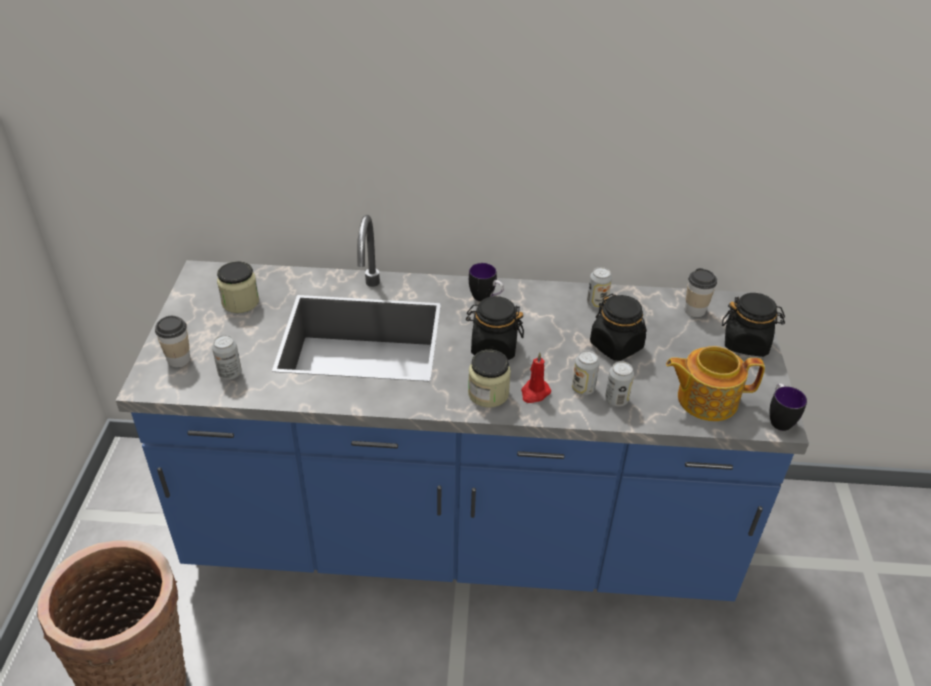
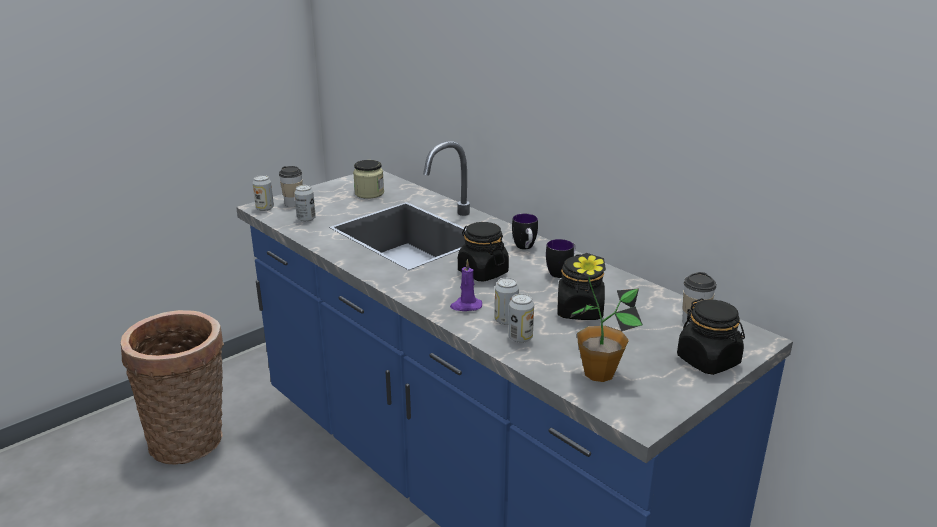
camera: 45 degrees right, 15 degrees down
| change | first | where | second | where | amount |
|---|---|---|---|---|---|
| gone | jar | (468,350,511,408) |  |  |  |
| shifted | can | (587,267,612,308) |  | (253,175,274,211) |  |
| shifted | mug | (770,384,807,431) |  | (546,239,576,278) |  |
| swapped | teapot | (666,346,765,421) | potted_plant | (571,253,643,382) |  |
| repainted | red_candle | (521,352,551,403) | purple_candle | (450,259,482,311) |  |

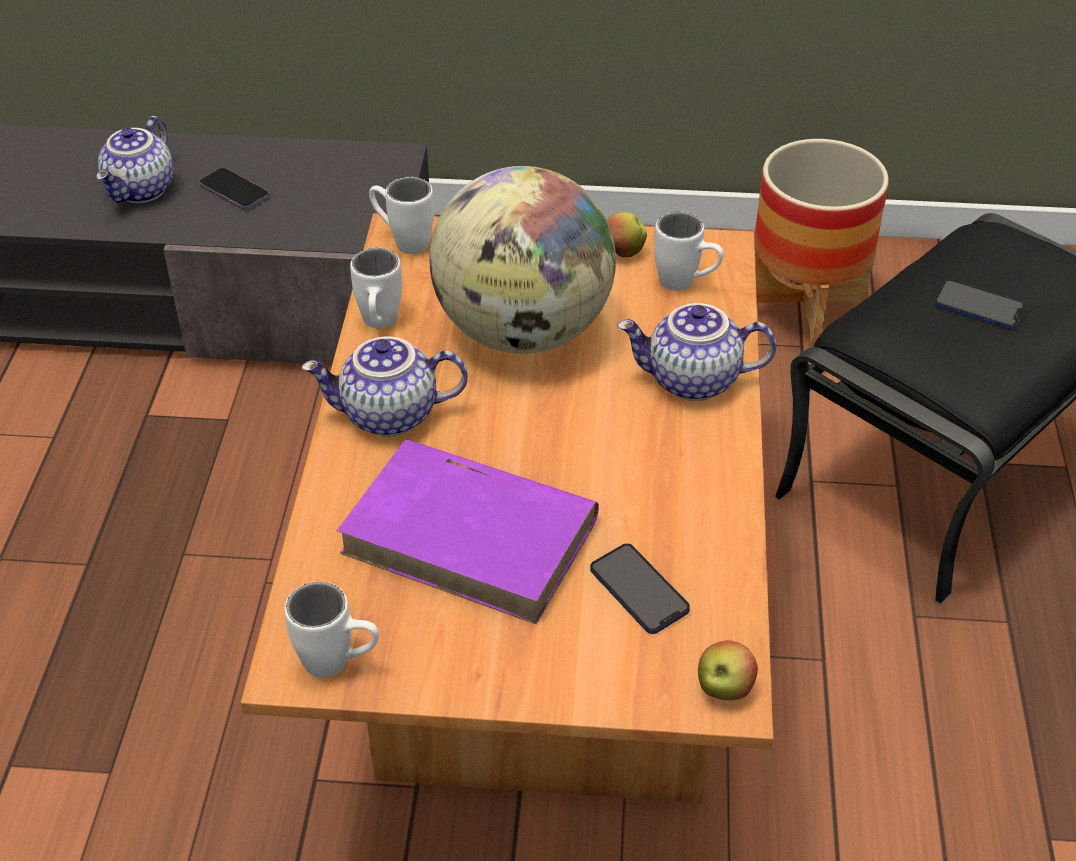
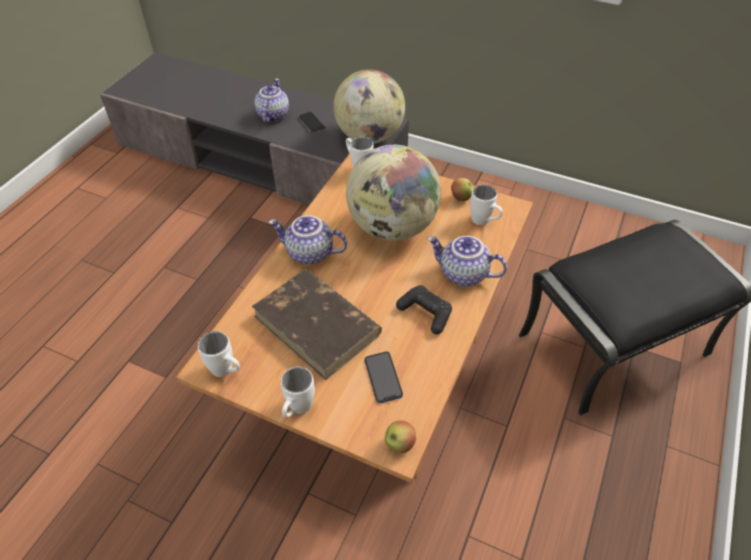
camera: 20 degrees right, 5 degrees up
| change | first | where | second | where | amount |
|---|---|---|---|---|---|
| gone | planter | (754,139,889,348) |  |  |  |
| gone | phone | (934,279,1025,329) |  |  |  |
| new |  |  | globe | (333,69,405,144) |  |
| new |  |  | black_game_controller | (396,285,452,334) |  |
| shifted | white_mug | (350,248,402,329) |  | (281,367,315,417) |  |
| repainted | purple_book | (337,440,599,624) | brown_book | (252,269,382,380) |  |
| rotated | teapot | (96,116,174,203) |  | (254,78,289,122) | 150 degrees clockwise |

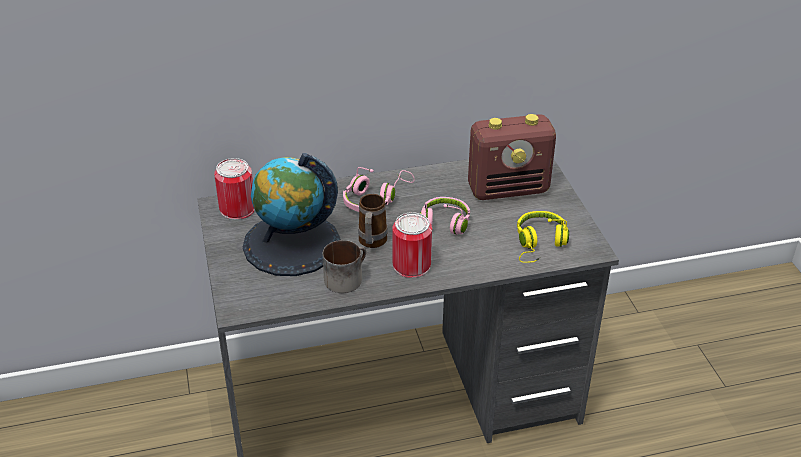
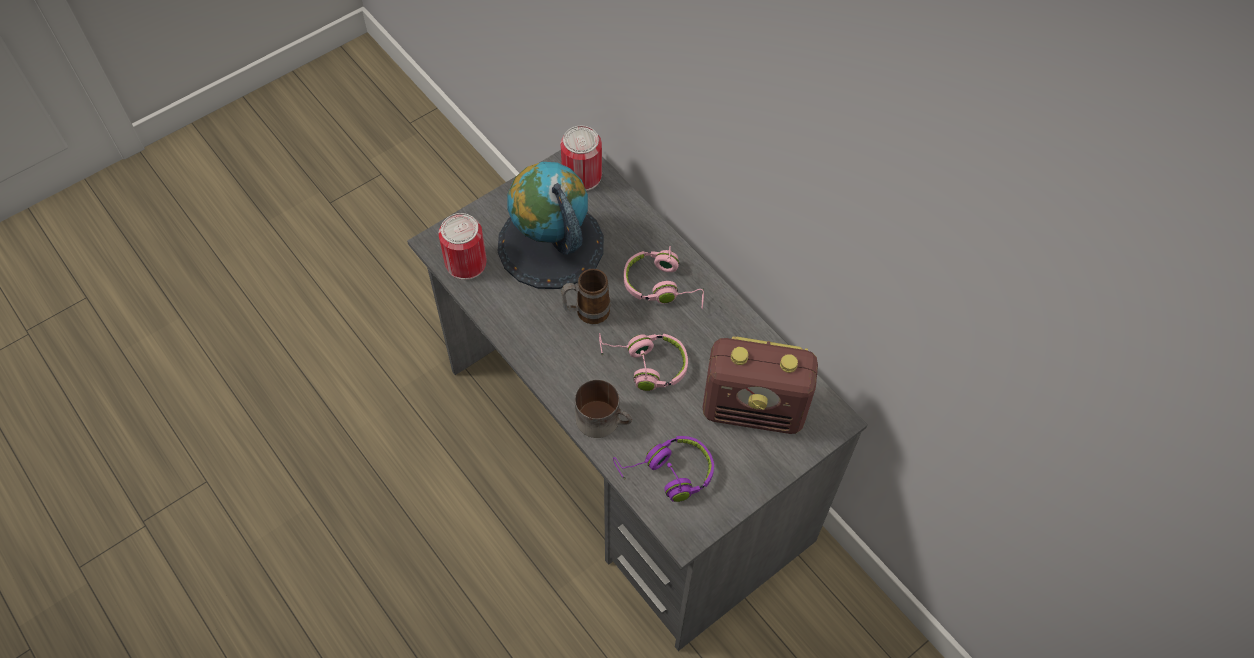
camera: 65 degrees right, 20 degrees up
| change | first | where | second | where | amount |
|---|---|---|---|---|---|
| shifted | mug | (323,240,366,293) |  | (575,380,632,438) |  |
| shifted | can | (392,212,432,278) |  | (439,213,487,280) |  |
| repainted | yellow_headphones | (517,211,569,263) | purple_headphones | (613,436,714,502) |  |
| rotated | radio | (468,114,556,200) |  | (703,336,818,434) | 45 degrees counterclockwise |

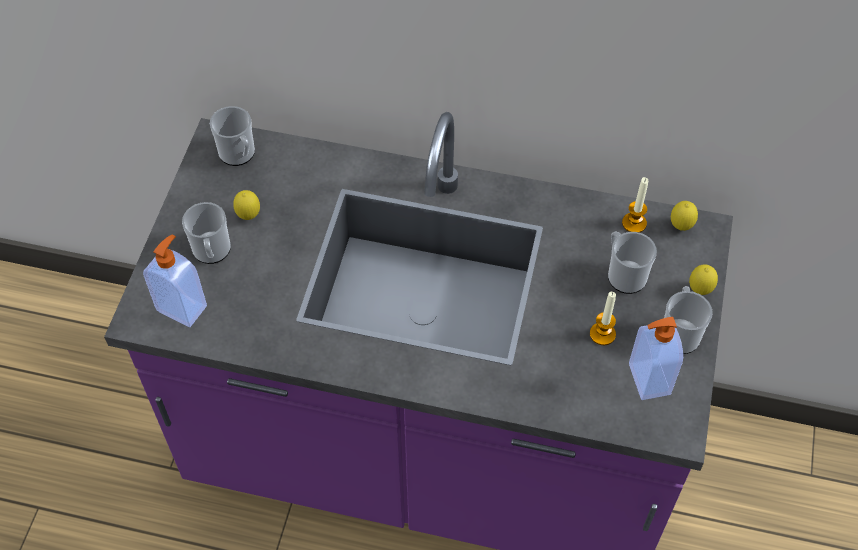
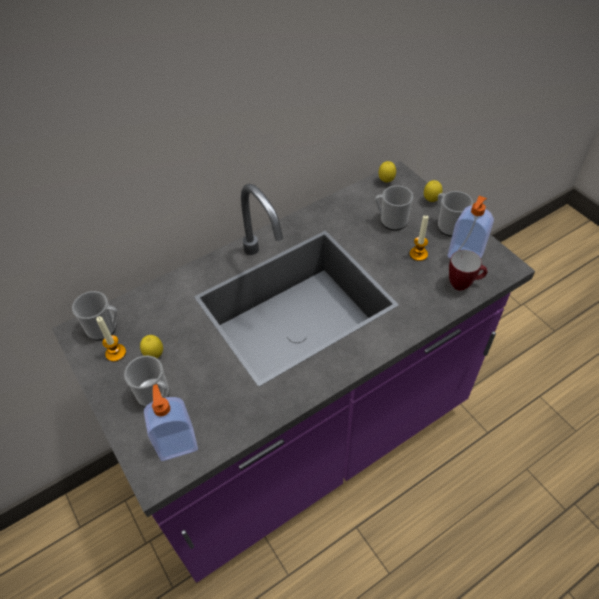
camera: 45 degrees left, 5 degrees down
| change | first | where | second | where | amount |
|---|---|---|---|---|---|
| new |  |  | mug | (449,250,487,291) |  |
| shifted | candle | (622,177,648,233) |  | (96,316,126,362) |  |

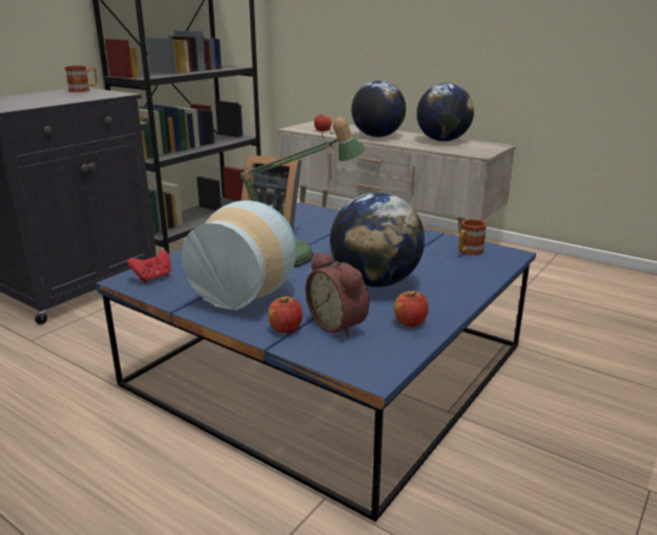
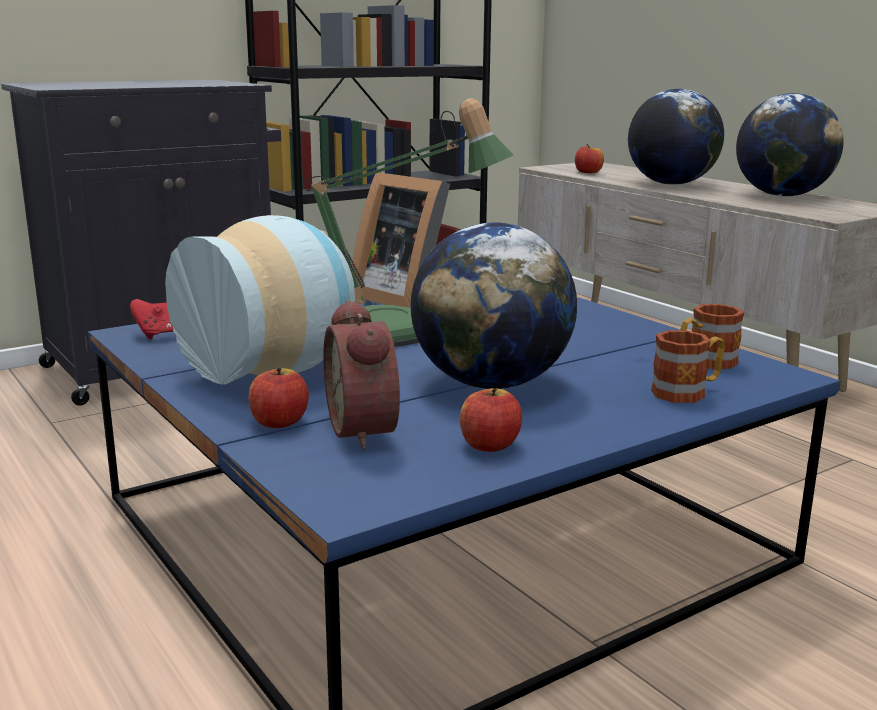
camera: 20 degrees right, 5 degrees down
| change | first | where | second | where | amount |
|---|---|---|---|---|---|
| shifted | mug | (65,65,97,92) |  | (651,330,725,403) |  |

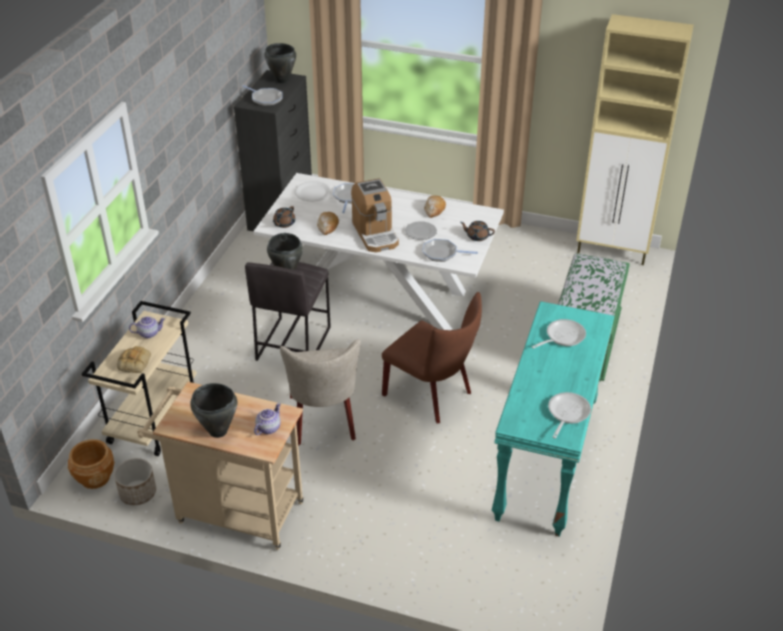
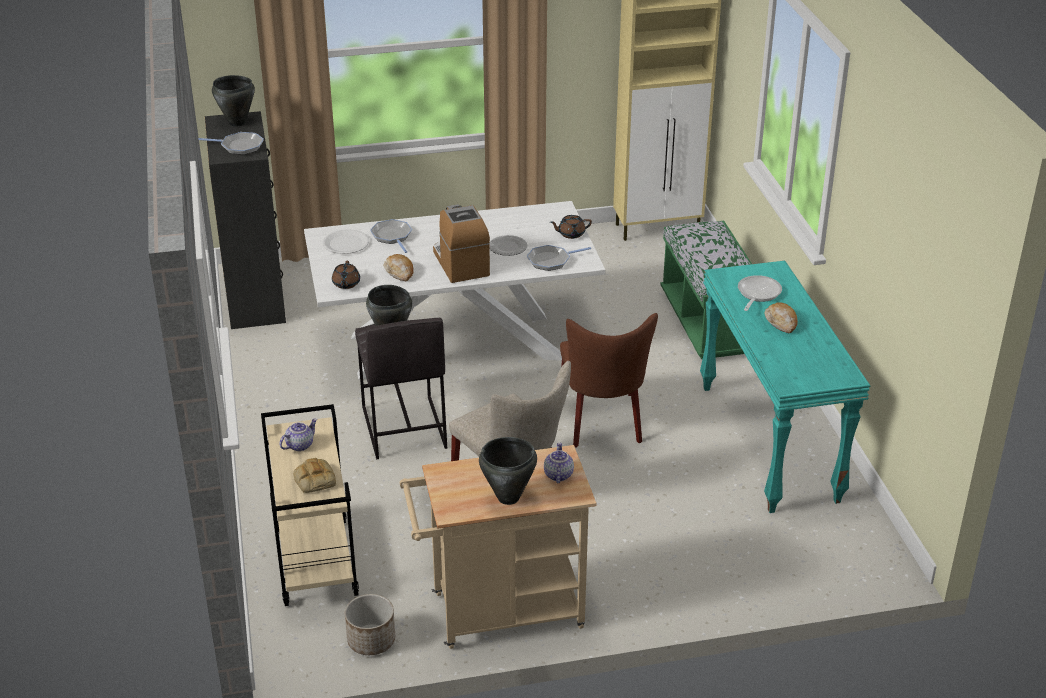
camera: 30 degrees left, 5 degrees down
| change | first | where | second | where | amount |
|---|---|---|---|---|---|
| gone | brown_planter | (68,439,115,489) |  |  |  |
| gone | frying_pan | (548,392,591,439) |  |  |  |
| shifted | bread | (424,196,446,218) |  | (764,302,798,333) |  |
| rotated | coffee_machine | (351,179,399,252) |  | (433,204,490,283) | 150 degrees counterclockwise |
| rotated | brown_chair | (382,292,482,423) |  | (560,313,658,448) | 75 degrees clockwise |

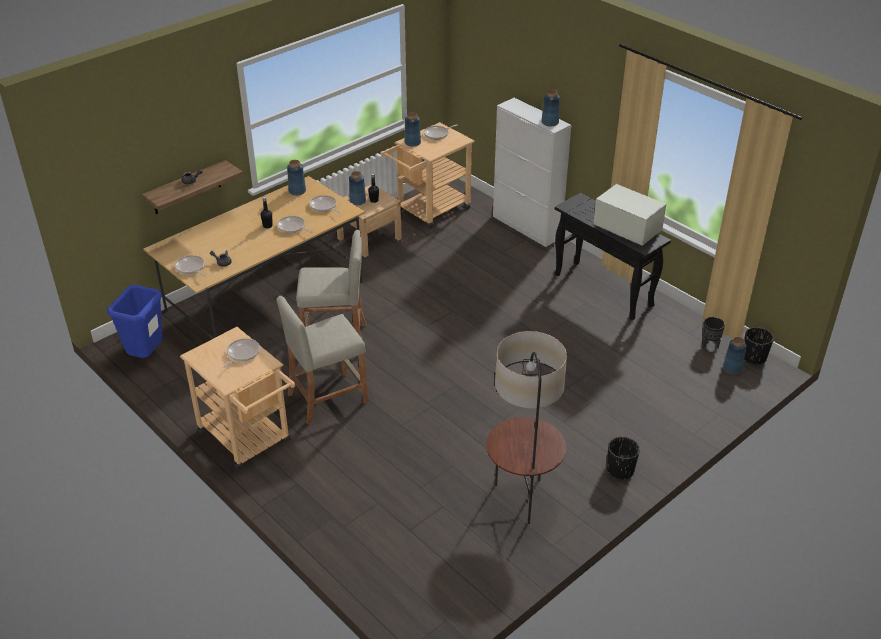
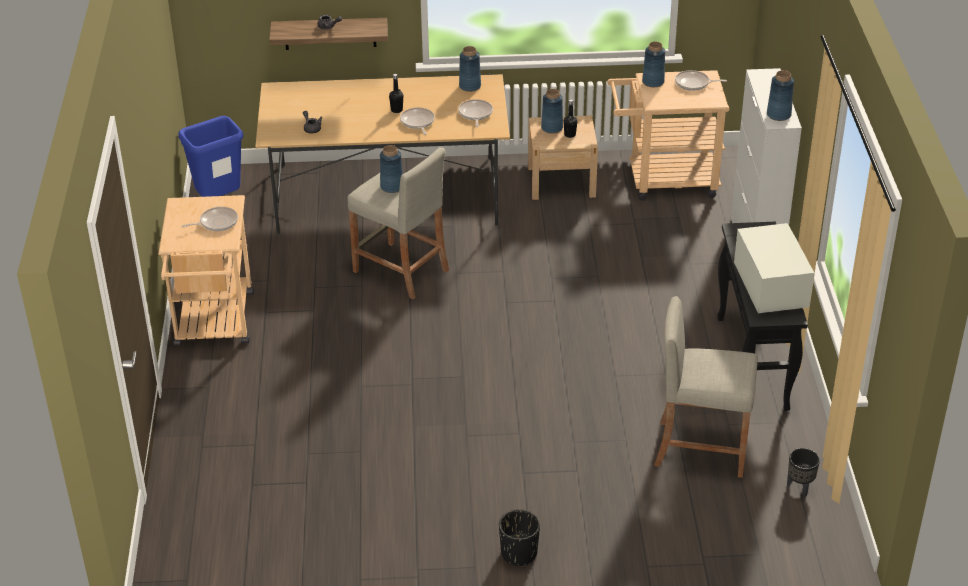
camera: 40 degrees right, 0 degrees up
| change | first | where | second | where | amount |
|---|---|---|---|---|---|
| gone | frying_pan | (175,255,206,277) |  |  |  |
| gone | floor_lamp | (486,331,567,524) |  |  |  |
| gone | black_planter | (744,327,774,364) |  |  |  |
| shifted | beige_stool | (276,296,368,424) |  | (654,296,758,478) |  |
| shifted | blue_vase | (723,337,747,374) |  | (380,145,403,193) |  |

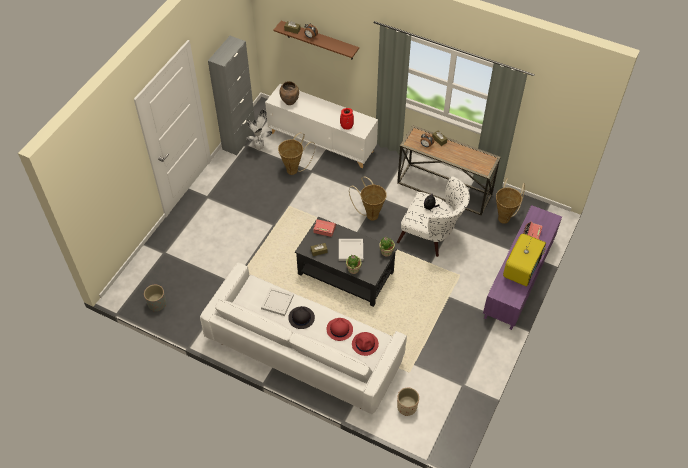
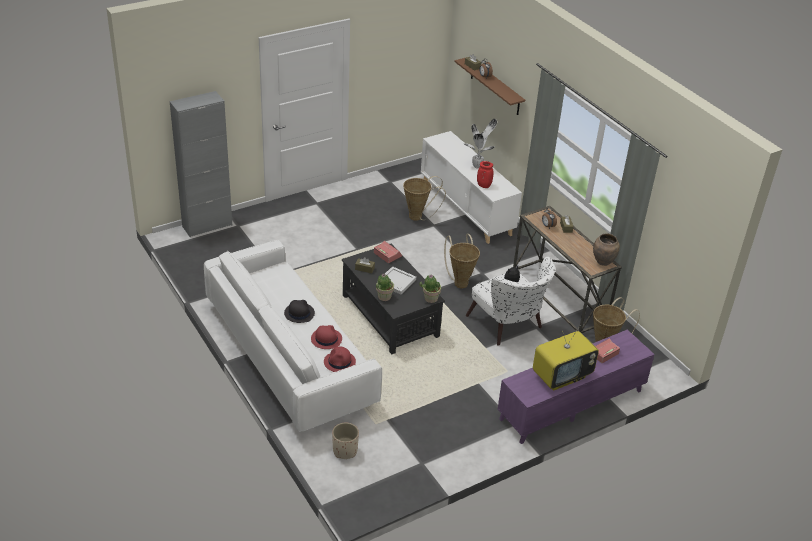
camera: 30 degrees right, 15 degrees down
| change | first | where | second | where | amount |
|---|---|---|---|---|---|
| gone | grey_planter | (144,285,166,311) |  |  |  |
| gone | white_tray | (261,287,294,316) |  |  |  |
| shifted | grey_cabinet | (208,36,255,155) |  | (170,91,232,237) |  |
| shifted | potted_plant | (246,110,272,150) |  | (464,119,497,168) |  |
| shifted | brown_vase | (279,81,299,105) |  | (593,233,620,266) |  |

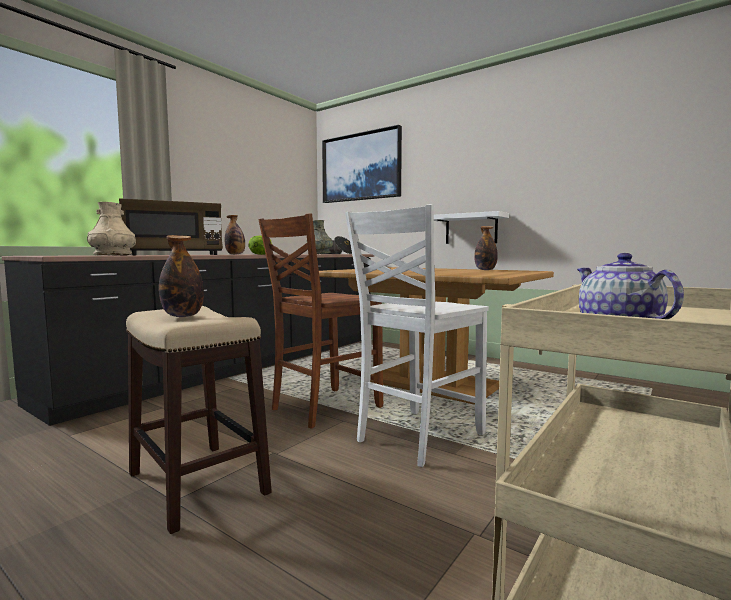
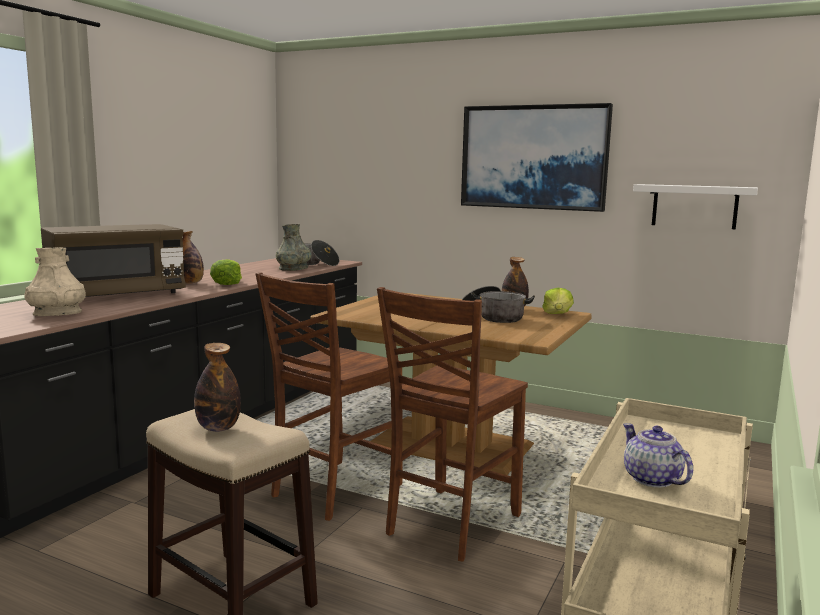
camera: 10 degrees left, 5 degrees up
| change | first | where | second | where | amount |
|---|---|---|---|---|---|
| new |  |  | cooking_pot | (462,286,535,323) |  |
| new |  |  | lettuce | (542,288,574,314) |  |
| shifted | picture | (322,125,402,203) |  | (461,103,613,212) |  |
| shifted | white_shelf | (434,211,509,244) |  | (633,184,758,229) |  |
| repainted | white_chair | (345,204,489,467) | brown_chair | (377,287,528,562) |  |

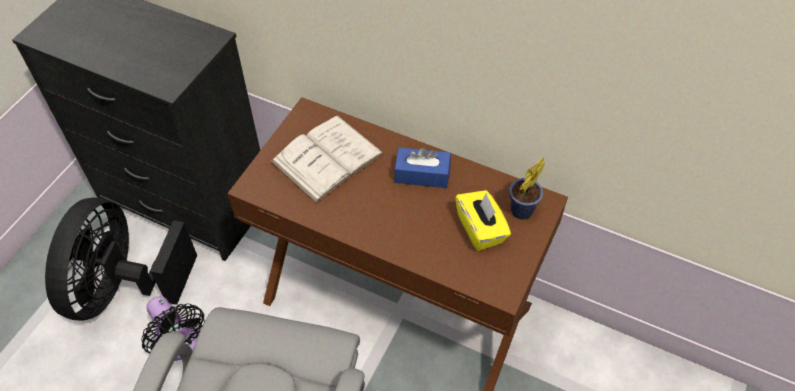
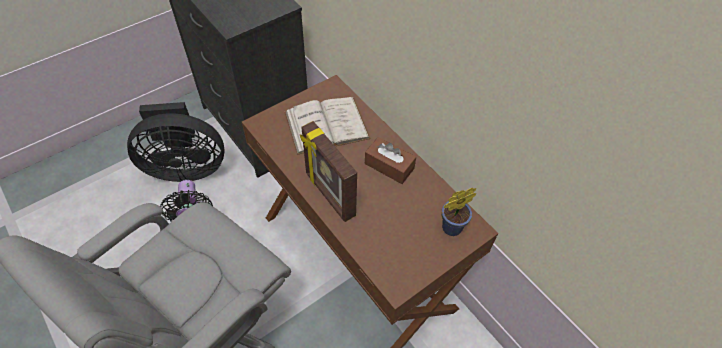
camera: 25 degrees right, 0 degrees up
| change | first | where | second | where | amount |
|---|---|---|---|---|---|
| gone | yellow_tissue_box | (455,190,511,251) |  |  |  |
| new |  |  | picture_frame | (300,121,357,222) |  |
| repainted | blue_tissue_box | (394,147,451,188) | brown_tissue_box | (365,137,416,184) |  |
| rotated | black_fan | (45,198,197,321) |  | (127,102,225,182) | 135 degrees counterclockwise |

